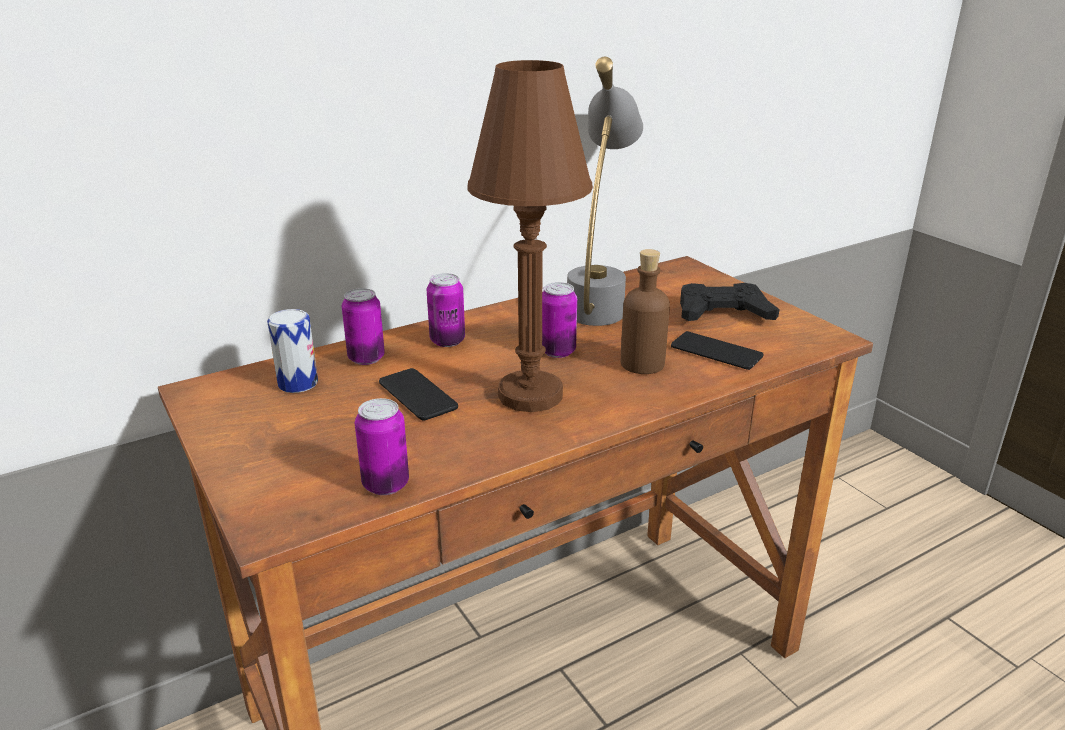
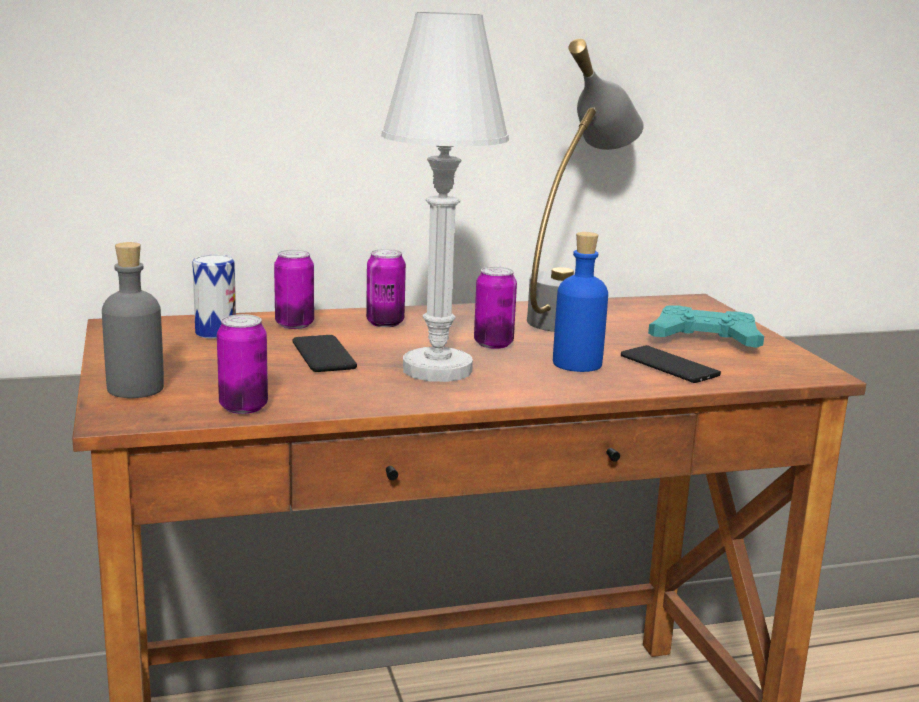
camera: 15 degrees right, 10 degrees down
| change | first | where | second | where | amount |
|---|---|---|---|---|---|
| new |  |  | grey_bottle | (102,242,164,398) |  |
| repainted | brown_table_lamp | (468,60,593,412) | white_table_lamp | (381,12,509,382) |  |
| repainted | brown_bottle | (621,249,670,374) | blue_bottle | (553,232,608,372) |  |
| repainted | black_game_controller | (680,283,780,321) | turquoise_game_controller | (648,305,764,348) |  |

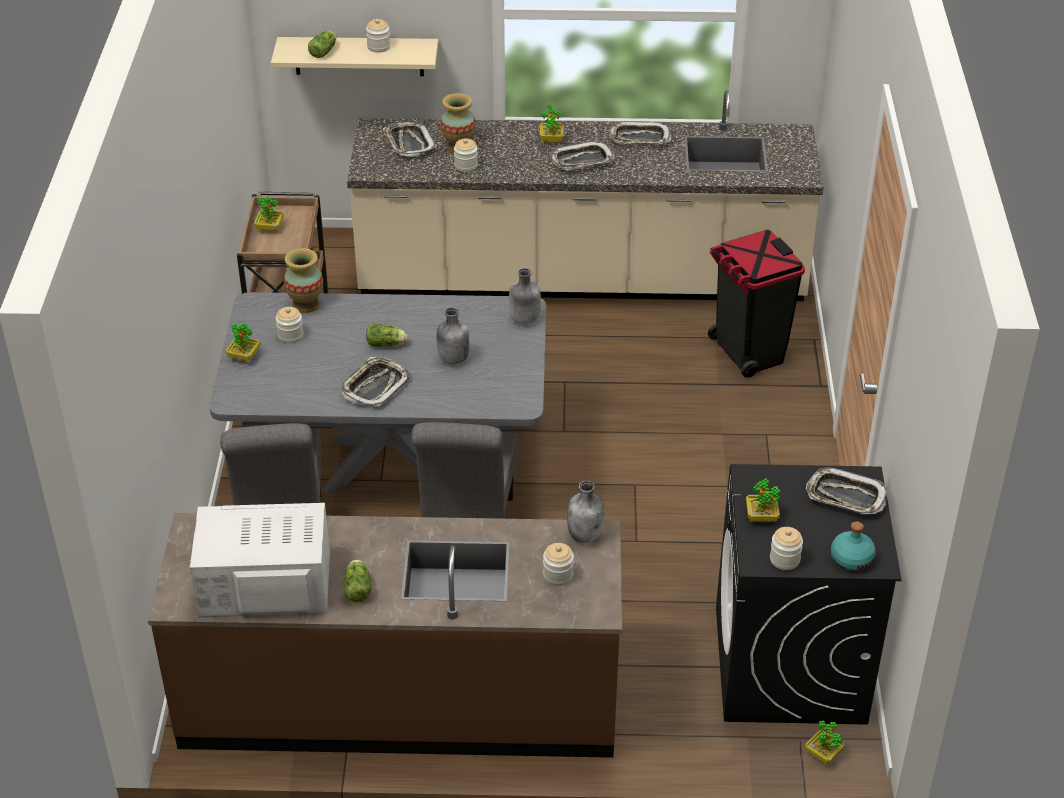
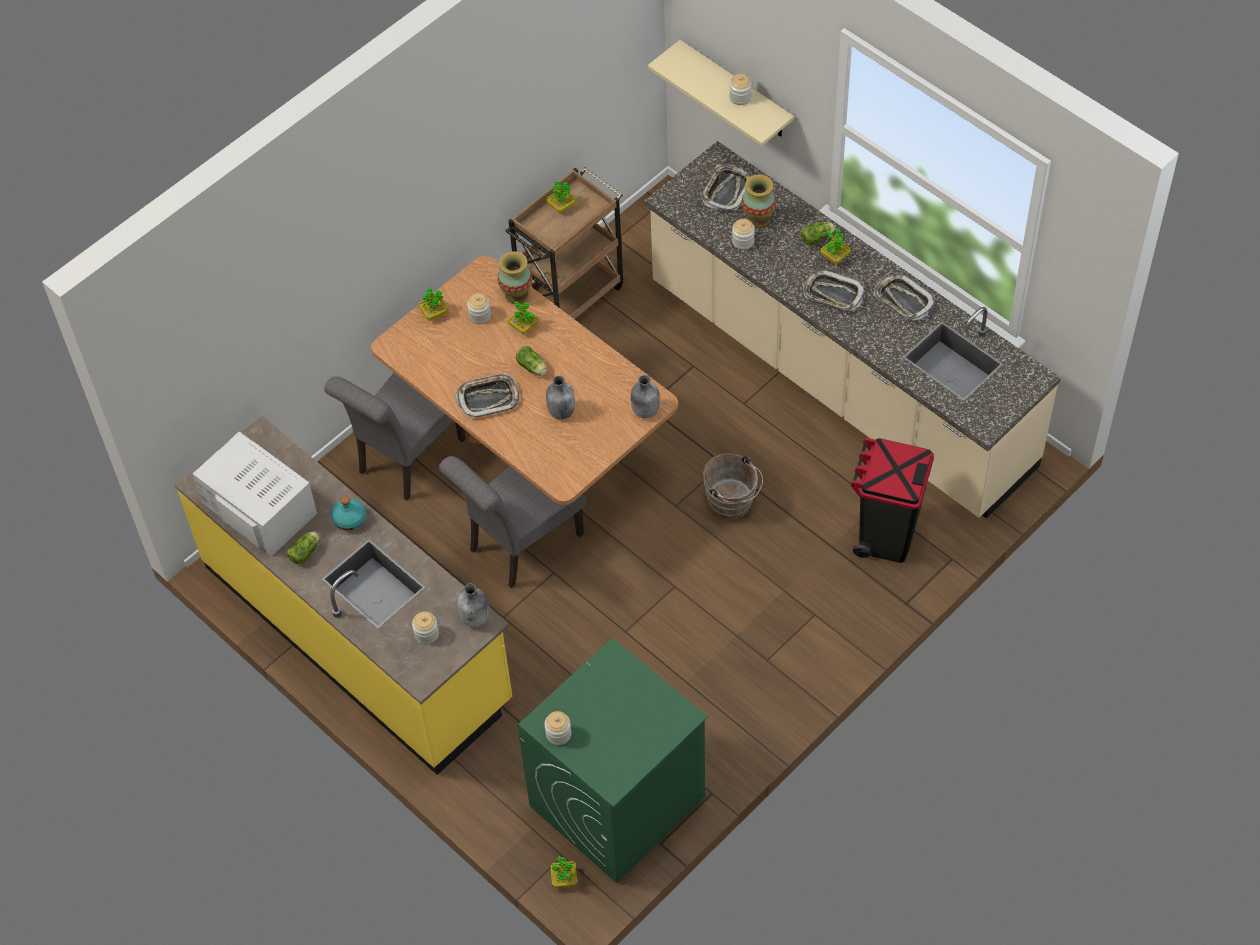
camera: 45 degrees right, 15 degrees up
| change | first | where | second | where | amount |
|---|---|---|---|---|---|
| gone | tray | (806,467,886,514) |  |  |  |
| new |  |  | brown_bucket | (703,453,763,520) |  |
| shifted | lettuce | (308,31,336,58) |  | (801,222,836,245) |  |
| shifted | potted_plant | (746,479,780,521) |  | (508,302,538,335) |  |
| shifted | turquoise_bottle | (831,521,876,570) |  | (331,496,366,531) |  |
| repainted | brown_counter | (148,513,622,758) | yellow_counter | (175,416,512,775) |  |
| repainted | grey_dining_table | (210,292,546,493) | brown_dining_table | (371,255,678,506) |  |
| repainted | black_washing_machine | (716,464,902,725) | green_washing_machine | (518,638,708,883) |  |

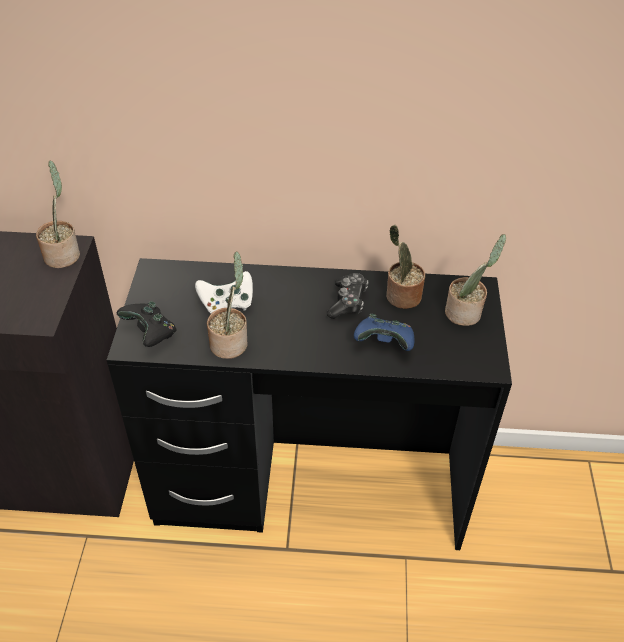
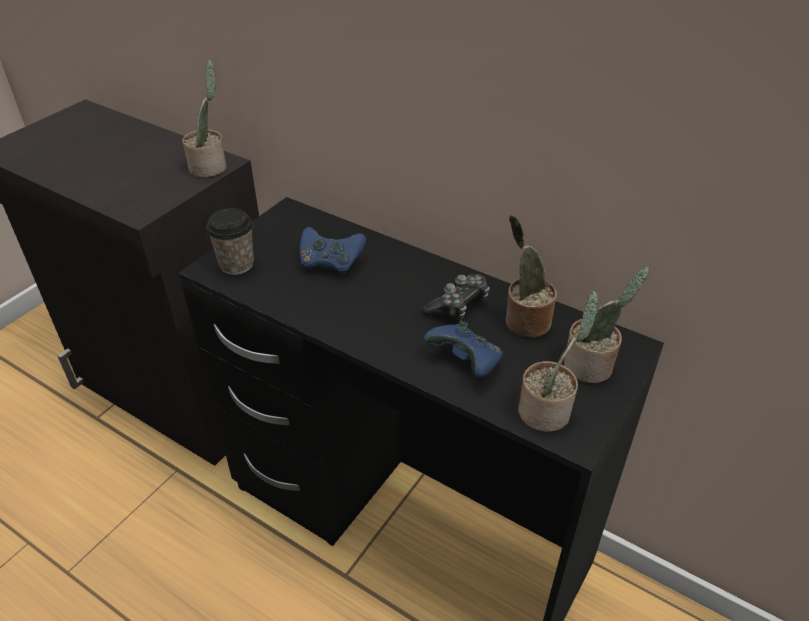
camera: 30 degrees right, 5 degrees down
| change | first | where | second | where | amount |
|---|---|---|---|---|---|
| shifted | potted_plant | (207,251,248,359) |  | (518,291,598,432) |  |
| swapped | black_game_controller | (117,301,176,347) | cup | (206,208,254,275) |  |
| repainted | white_game_controller | (195,271,253,314) | blue_game_controller | (300,227,366,275) |  |

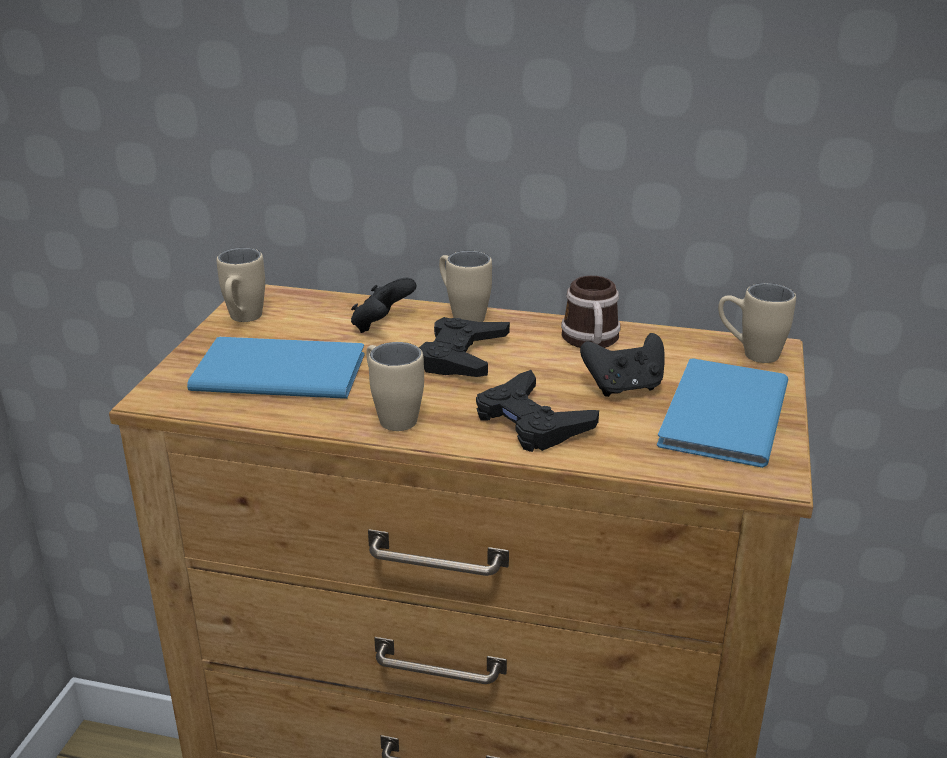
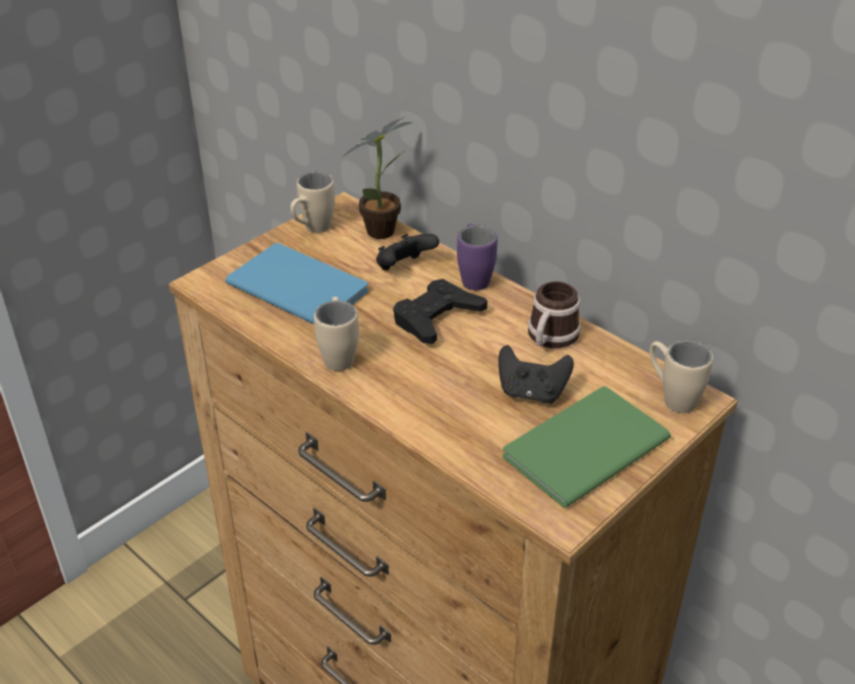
camera: 30 degrees right, 10 degrees up
| change | first | where | second | where | amount |
|---|---|---|---|---|---|
| gone | black_game_controller | (476,370,599,452) |  |  |  |
| new |  |  | potted_plant | (342,117,413,239) |  |
| repainted | beige_mug | (439,251,492,322) | purple_mug | (457,223,497,290) |  |
| repainted | blue_book | (657,358,788,468) | green_book | (503,386,671,508) |  |

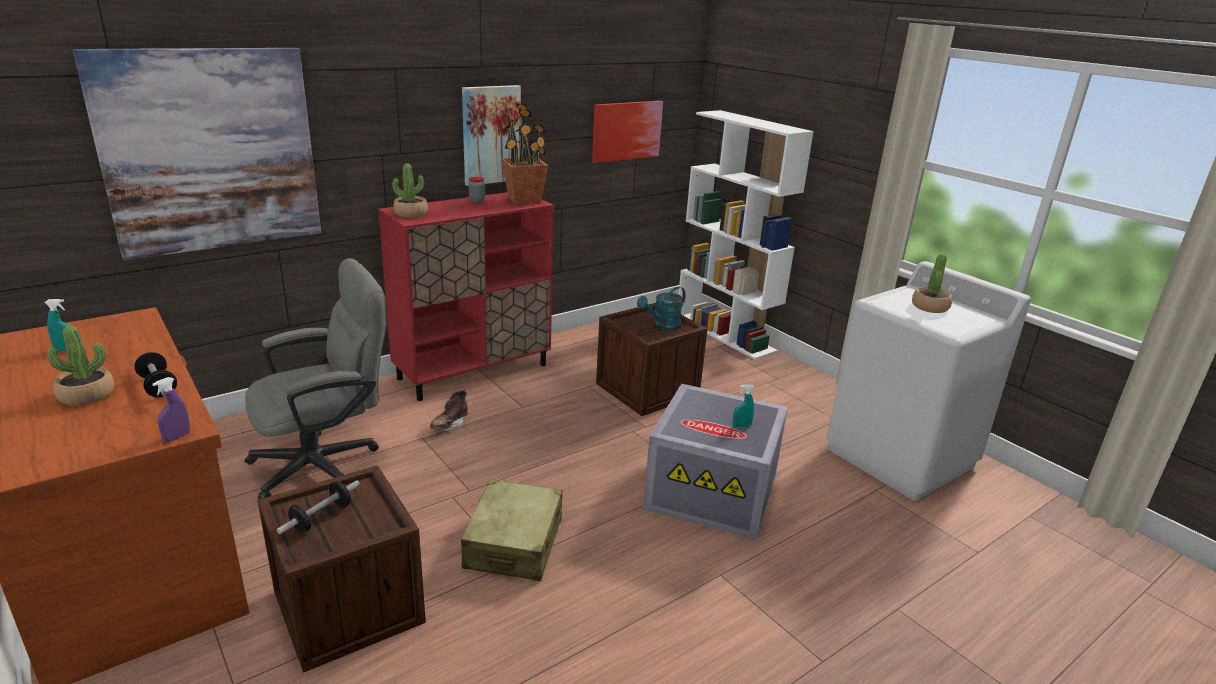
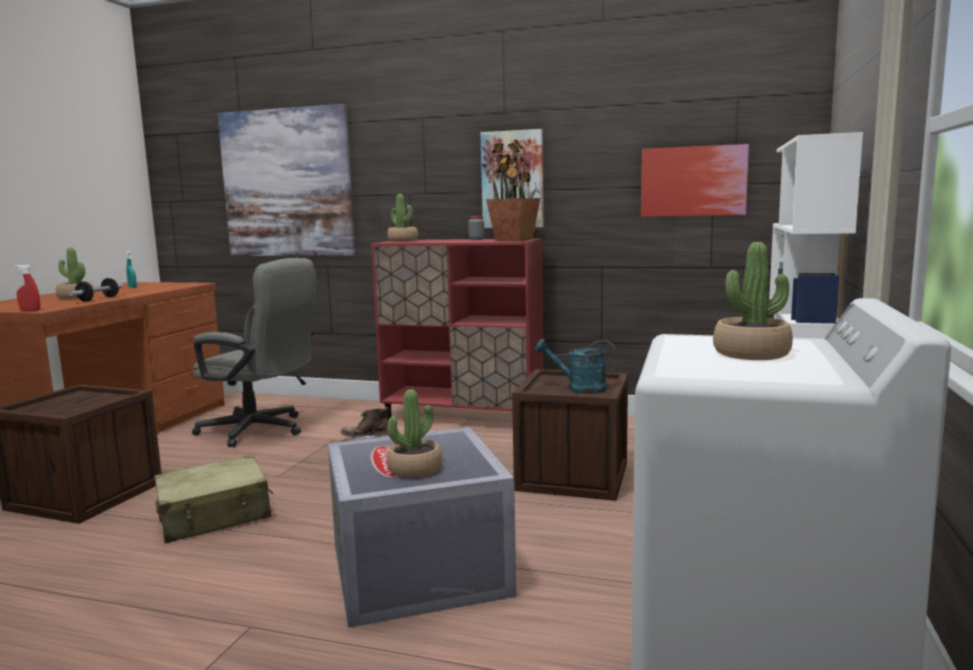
camera: 55 degrees right, 15 degrees down
| change | first | where | second | where | amount |
|---|---|---|---|---|---|
| gone | dumbbell | (277,480,360,534) |  |  |  |
| swapped | turquoise_spray_bottle | (733,385,754,428) | potted_plant | (386,389,442,478) |  |
| repainted | purple_spray_bottle | (152,377,190,442) | red_spray_bottle | (15,264,40,311) |  |

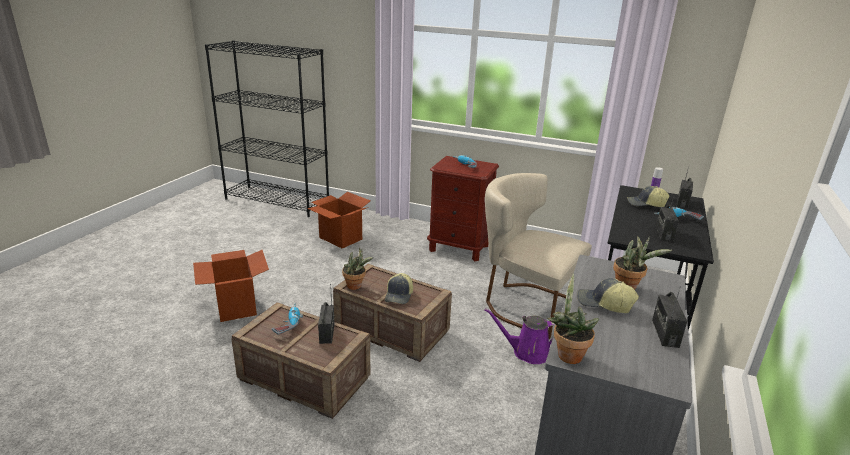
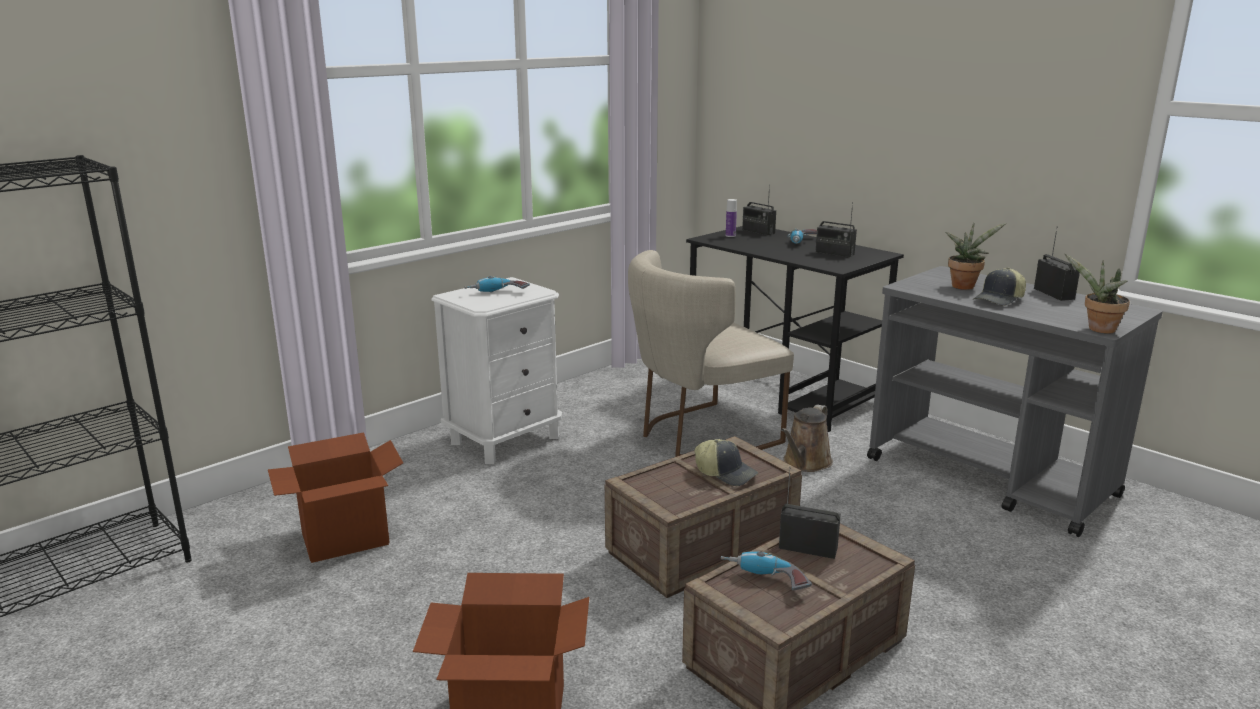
camera: 65 degrees left, 5 degrees down
| change | first | where | second | where | amount |
|---|---|---|---|---|---|
| gone | potted_plant | (342,248,373,290) |  |  |  |
| gone | cap | (627,186,669,207) |  |  |  |
| repainted | brown_nightstand | (427,156,499,262) | white_nightstand | (431,277,562,464) |  |
| repainted | purple_watering_can | (484,308,555,364) | brown_watering_can | (781,404,833,472) |  |
| rotated | radio | (652,286,687,348) |  | (1034,226,1080,301) | 135 degrees counterclockwise |

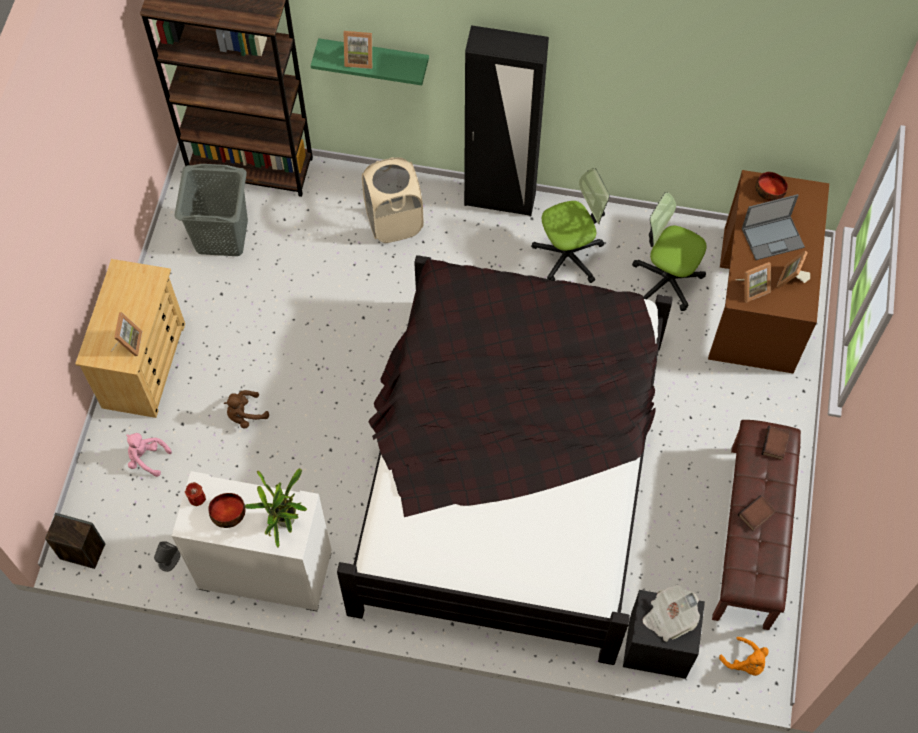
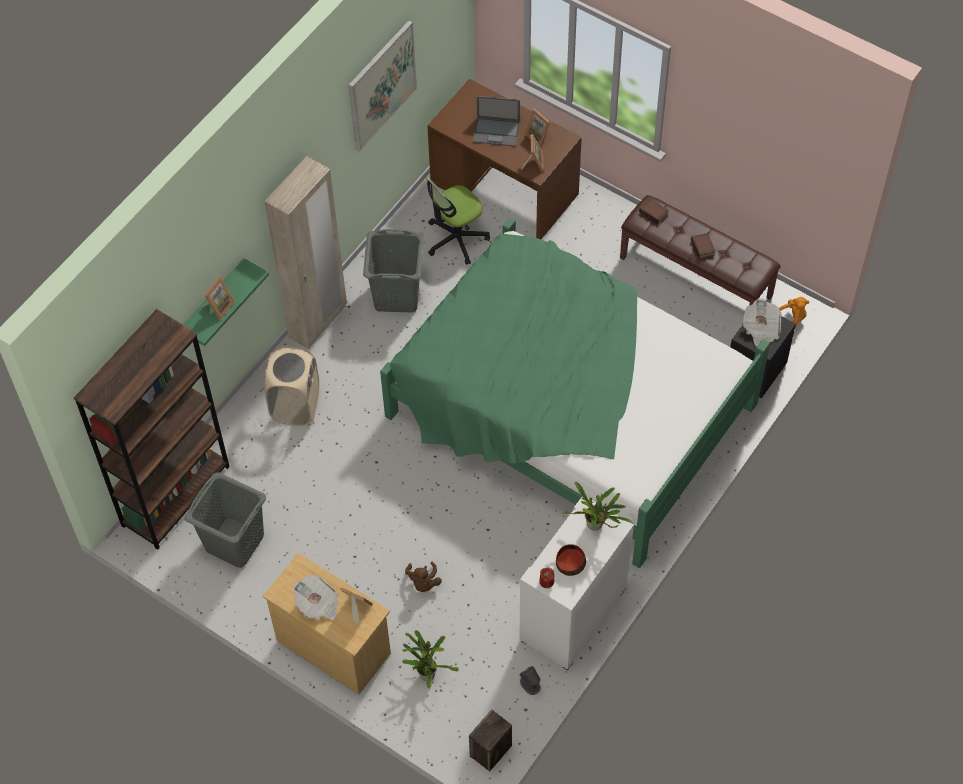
camera: 65 degrees left, 5 degrees down
| change | first | where | second | where | amount |
|---|---|---|---|---|---|
| gone | bowl | (755,172,788,201) |  |  |  |
| new |  |  | newspaper | (294,575,339,620) |  |
| new |  |  | picture | (349,20,417,152) |  |
| swapped | pink_plush_toy | (126,433,172,477) | potted_plant | (402,630,459,689) |  |
| swapped | office_chair | (531,168,609,283) | grey_laundry_basket | (363,229,424,312) |  |
| repainted | black_bed | (337,255,673,665) | green_bed | (380,218,770,568) |  |
| repainted | black_wardrobe | (464,25,549,216) | beige_wardrobe | (265,156,347,349) |  |
| rotated | laptop | (742,194,805,260) |  | (473,96,520,146) | 90 degrees clockwise |

